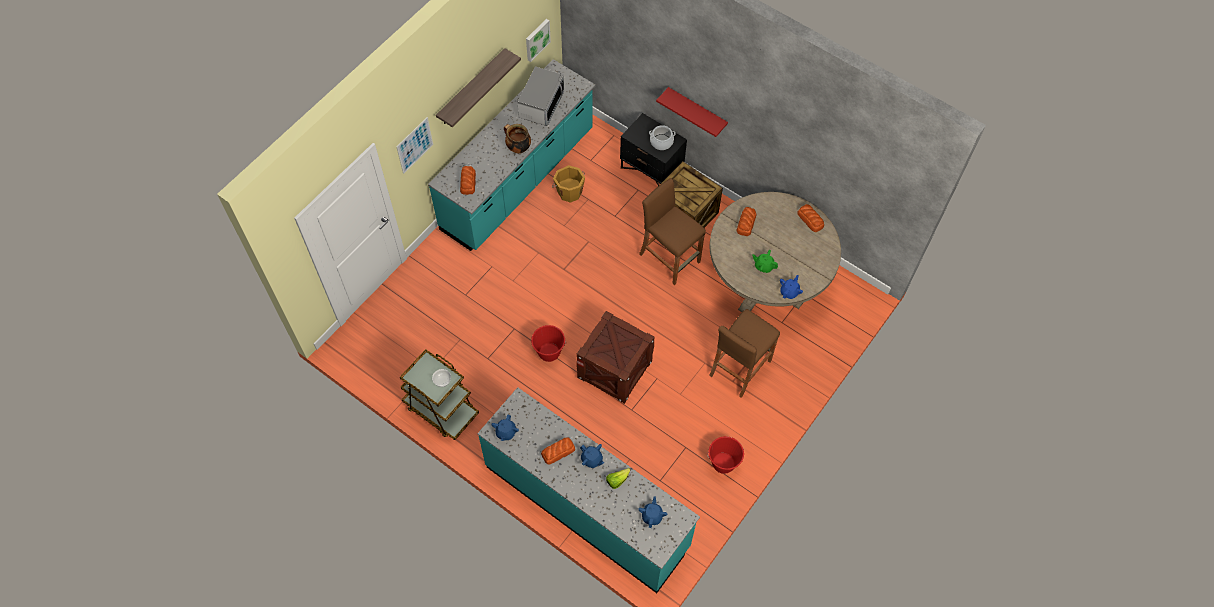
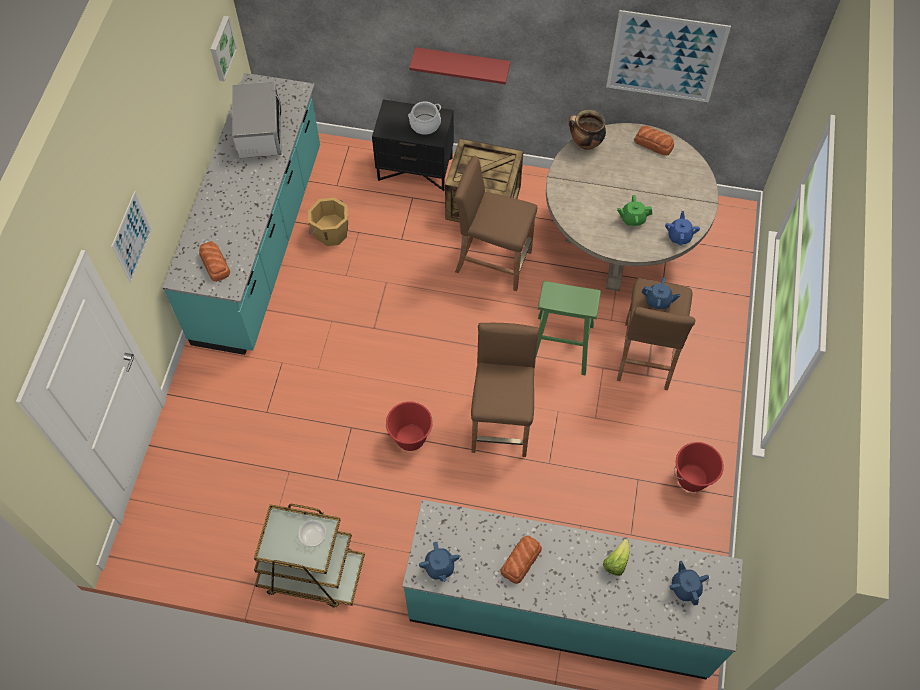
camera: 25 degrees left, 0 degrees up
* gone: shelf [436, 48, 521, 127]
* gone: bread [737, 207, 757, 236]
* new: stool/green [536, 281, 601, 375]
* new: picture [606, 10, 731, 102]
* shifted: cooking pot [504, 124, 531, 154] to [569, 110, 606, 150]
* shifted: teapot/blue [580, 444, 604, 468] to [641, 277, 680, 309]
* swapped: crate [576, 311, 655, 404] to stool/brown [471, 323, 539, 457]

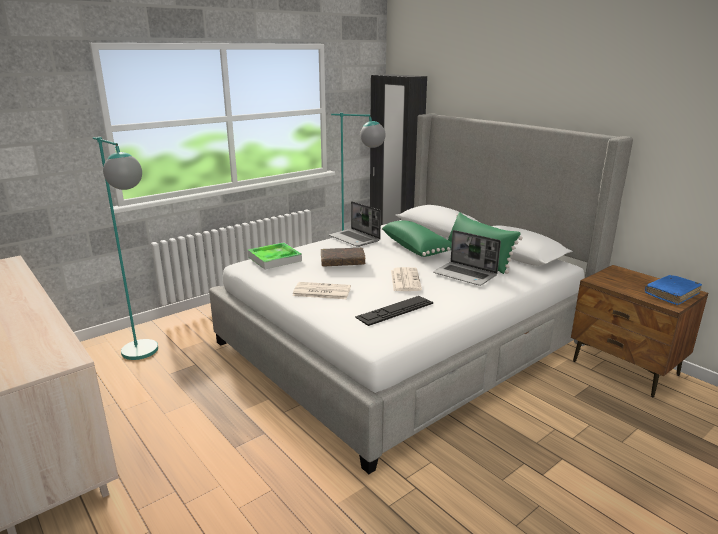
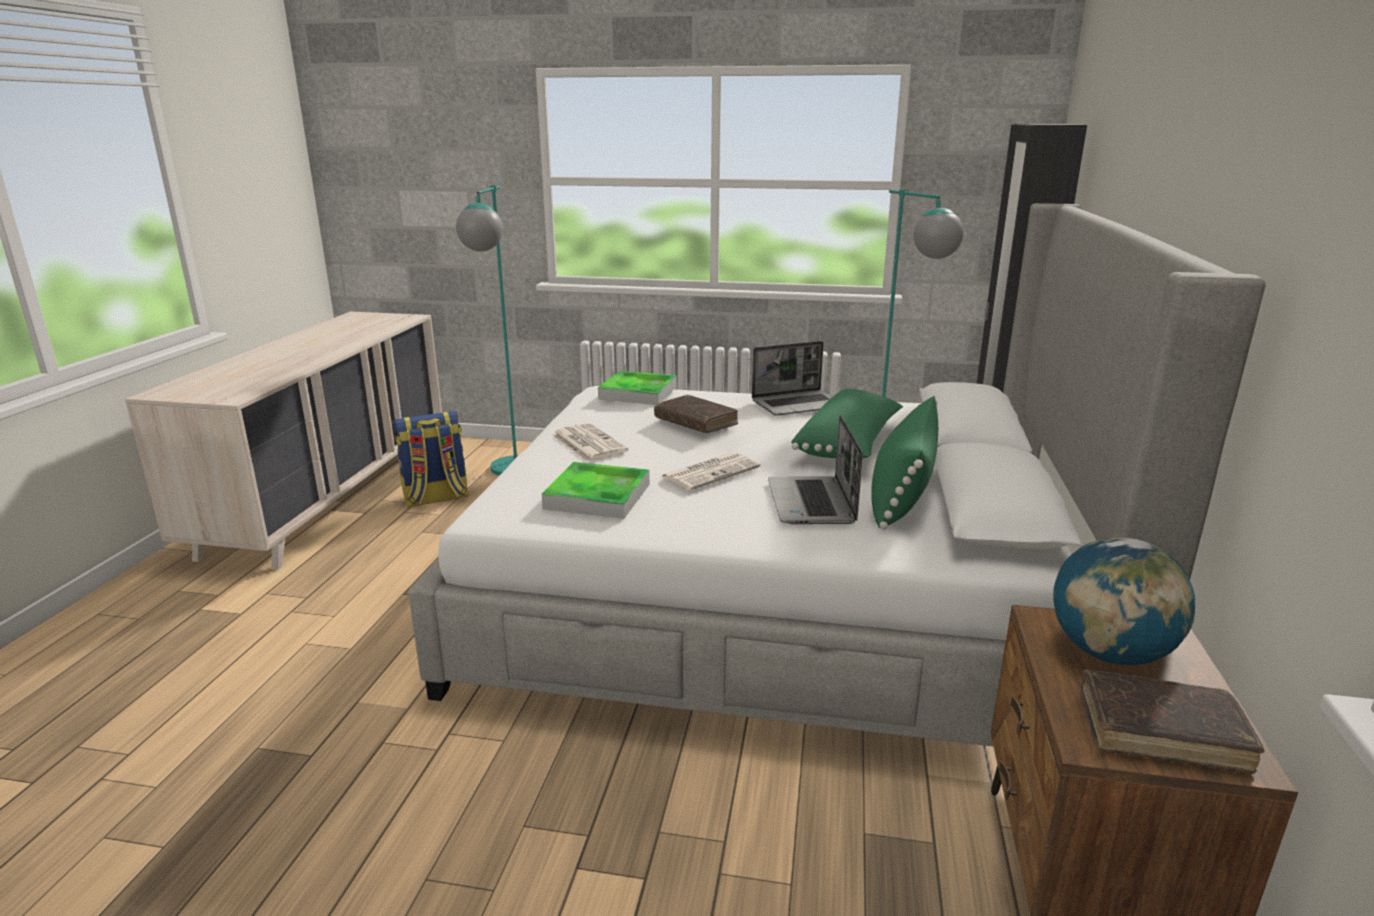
camera: 50 degrees right, 0 degrees up
* new: backpack [393, 411, 469, 507]
* new: globe [1053, 537, 1195, 665]
* swapped: keyboard [355, 296, 433, 326] to tray [542, 462, 650, 519]
* repainted: book/blue [645, 275, 702, 305] to book/brown [1080, 670, 1265, 774]
* rotated: laptop [329, 201, 381, 247] = [752, 341, 833, 416] 120 degrees counterclockwise

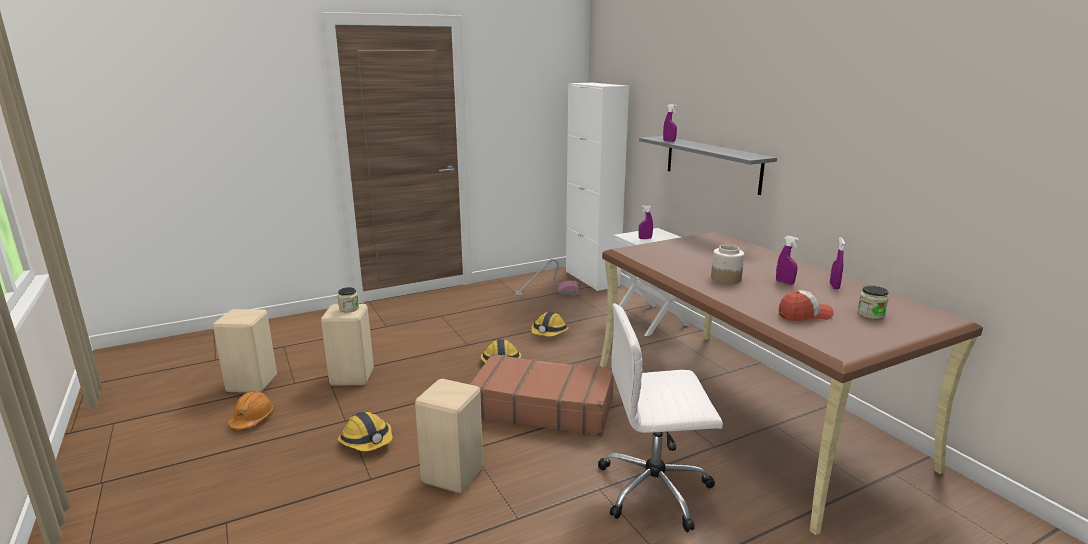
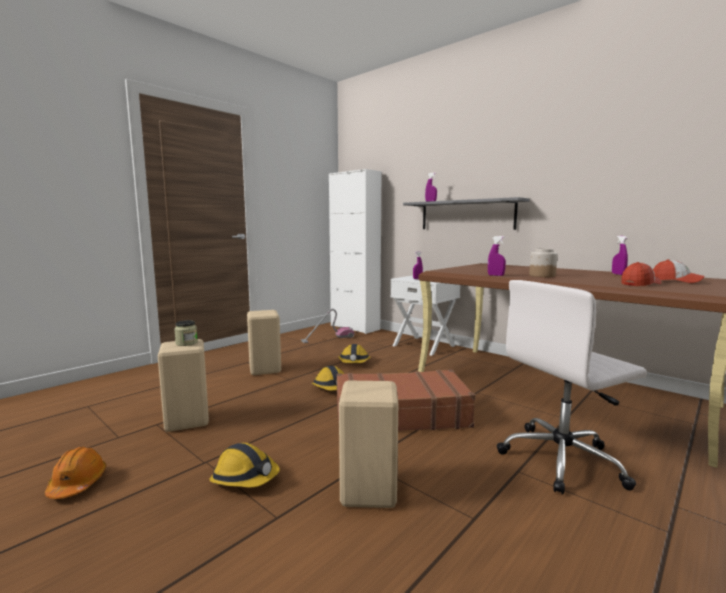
camera: 20 degrees left, 10 degrees down
* shifted: stool/beige [213, 309, 277, 393] to [247, 310, 281, 375]
* shifted: spray bottle/purple [776, 236, 799, 285] to [488, 236, 506, 276]
* swapped: jar [857, 286, 889, 319] to cap [653, 259, 705, 283]

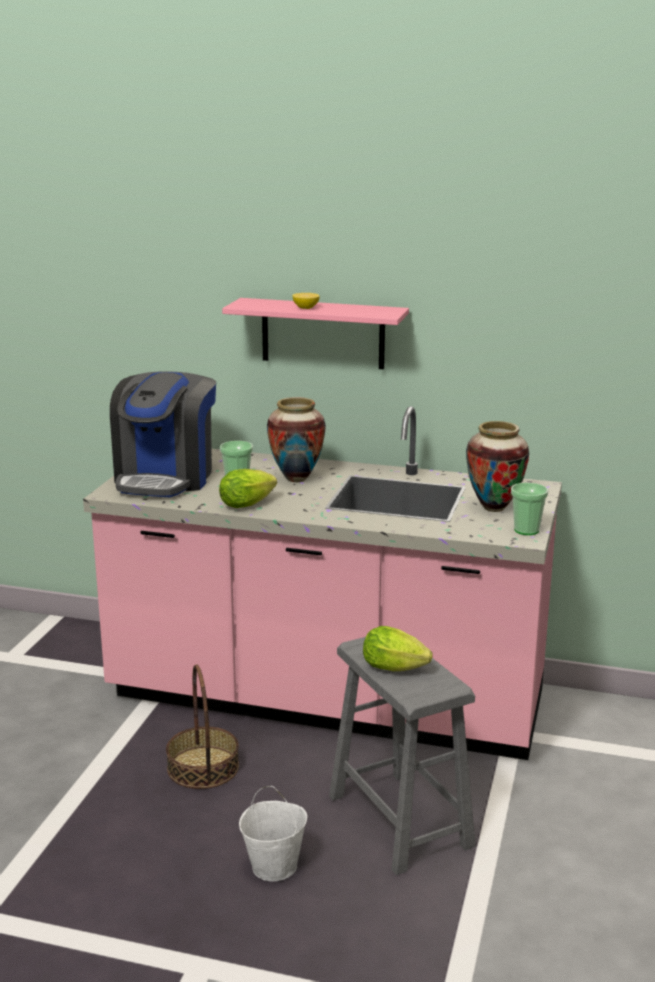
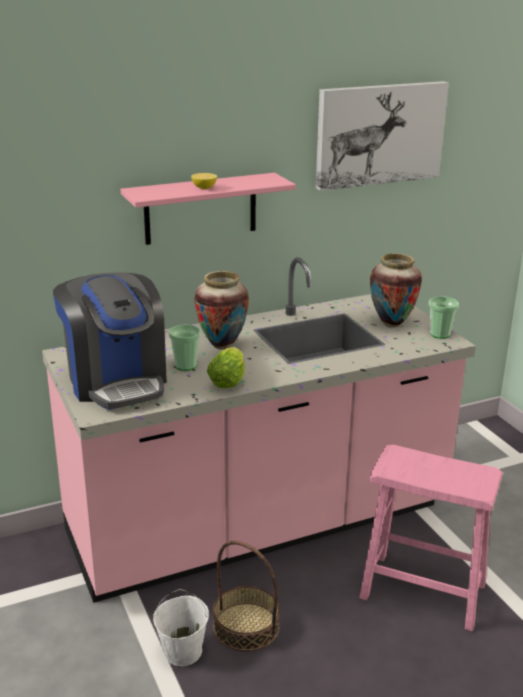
camera: 40 degrees left, 5 degrees up
* gone: lettuce [363, 626, 433, 671]
* new: picture [316, 81, 449, 191]
* shifted: bucket/white [239, 786, 308, 881] to [153, 589, 209, 666]
* repainted: stool/grey [329, 637, 476, 875] to stool/pink [359, 444, 503, 631]

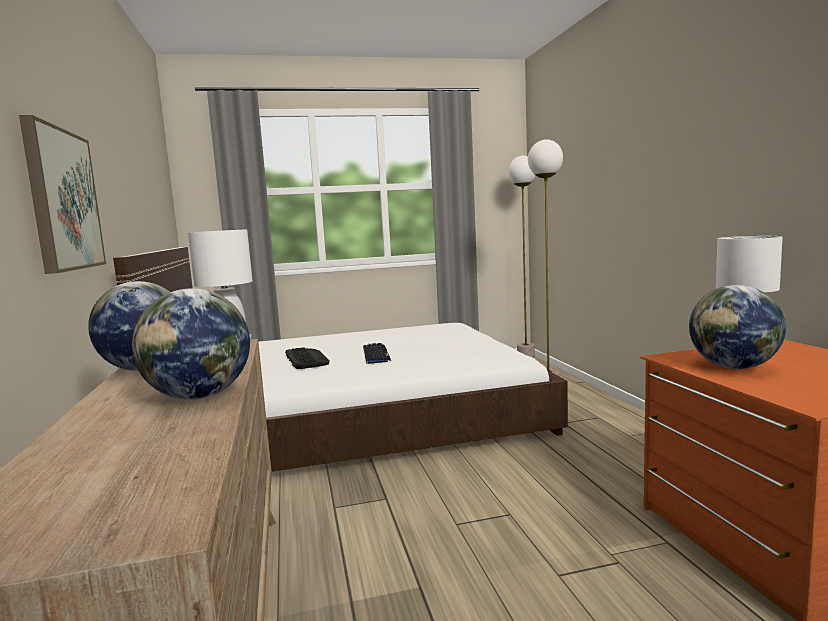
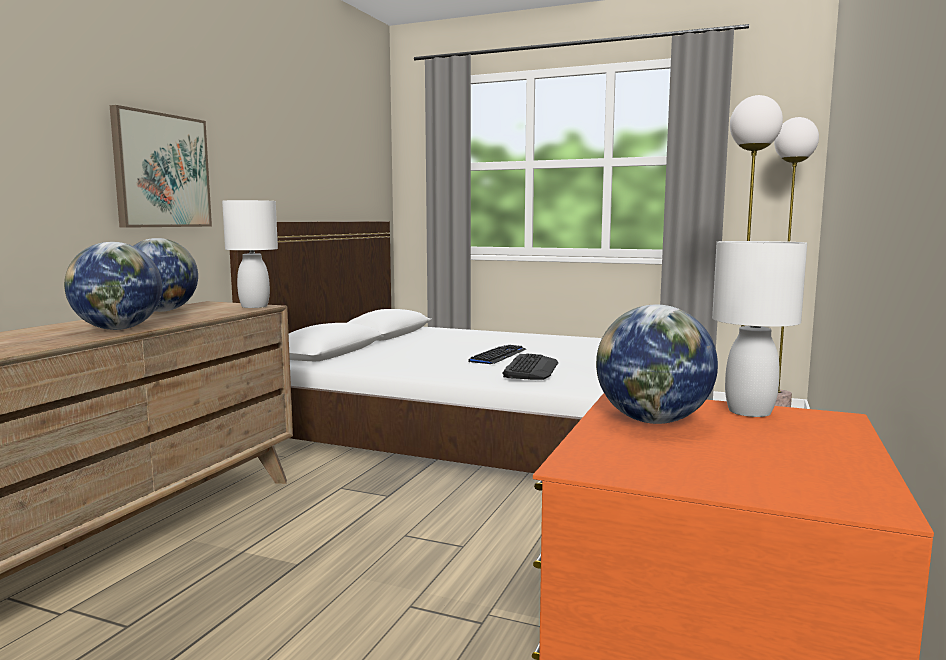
camera: 35 degrees right, 0 degrees up
* shifted: keyboard [285, 348, 330, 369] to [503, 353, 558, 380]

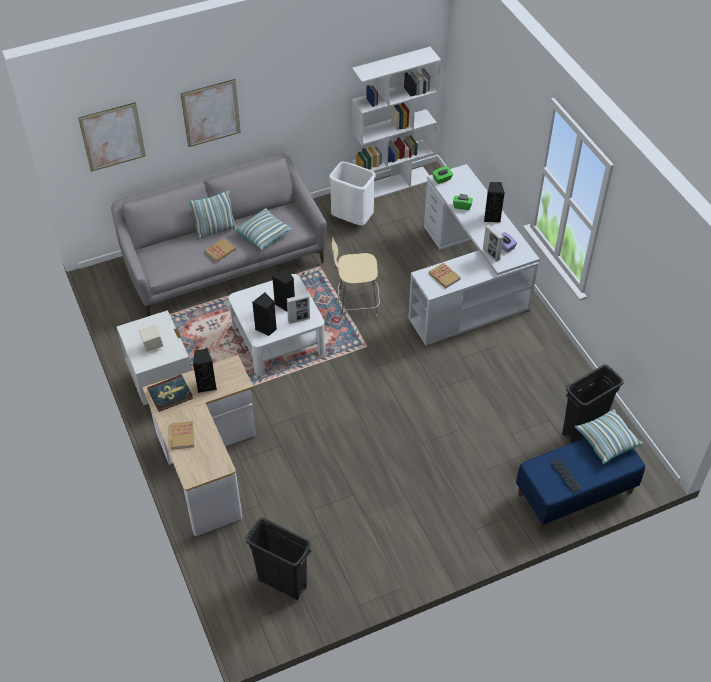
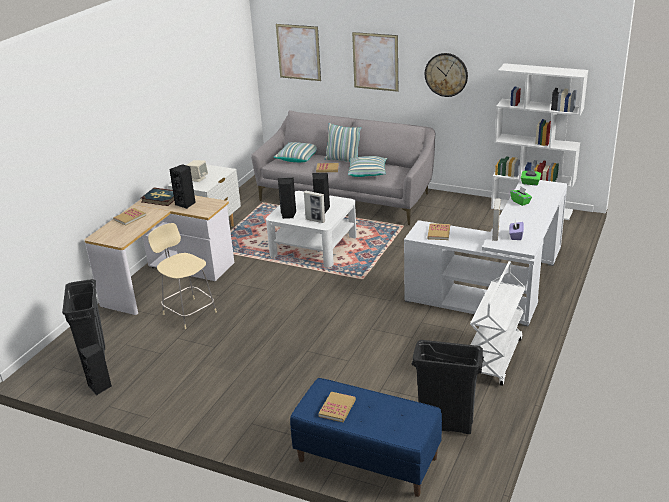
camera: 50 degrees right, 20 degrees down
* gone: trash can/white [329, 162, 376, 225]
* new: wall clock [425, 53, 468, 97]
* new: cart/white [470, 261, 526, 386]
* shifted: chair/beige [332, 238, 380, 318] to [148, 223, 217, 329]
* shifted: speaker/black [484, 182, 505, 222] to [79, 343, 112, 396]
* shifted: pillow [575, 409, 643, 464] to [274, 142, 317, 162]
* swapped: keyboard [551, 458, 582, 493] to book [318, 392, 356, 422]

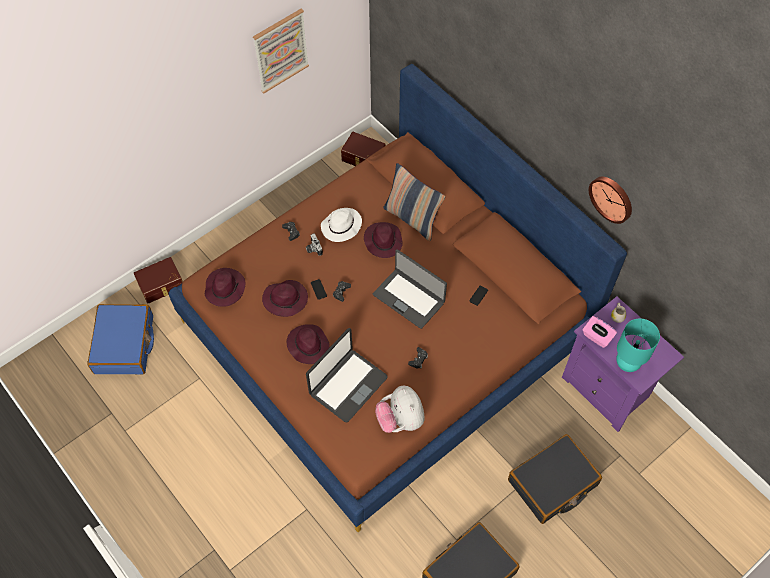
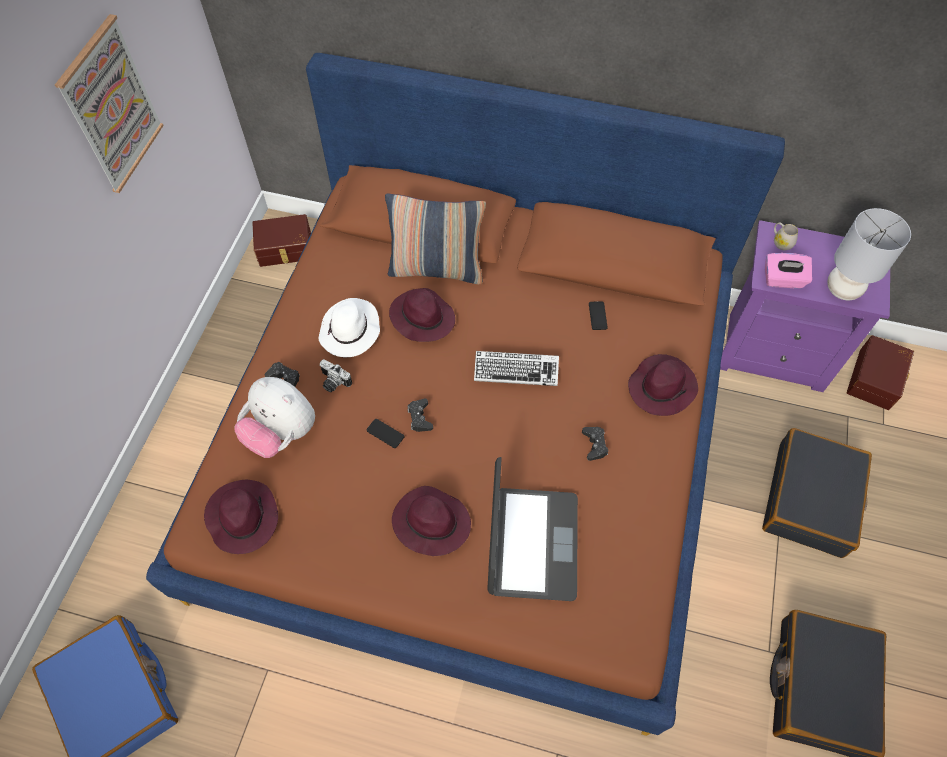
camera: 35 degrees left, 0 degrees up
* gone: wall clock [589, 177, 632, 224]
* shifted: storage box/brown [134, 257, 183, 304] to [847, 335, 914, 410]
* shifted: hat/purple [262, 280, 308, 317] to [628, 354, 698, 416]
* shifted: plush toy [375, 386, 425, 433] to [234, 377, 315, 458]
* swapped: laptop [373, 249, 447, 329] to keyboard [474, 351, 559, 386]
* repainted: table lamp/turquoise [616, 318, 660, 372] to table lamp/grey [827, 208, 911, 300]

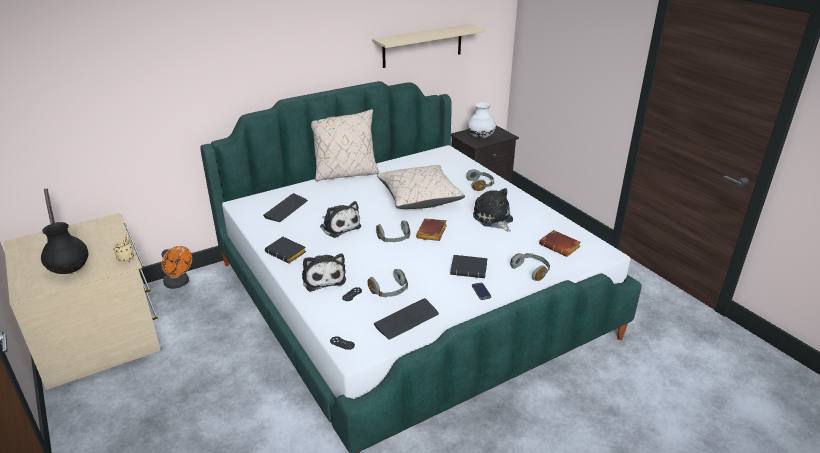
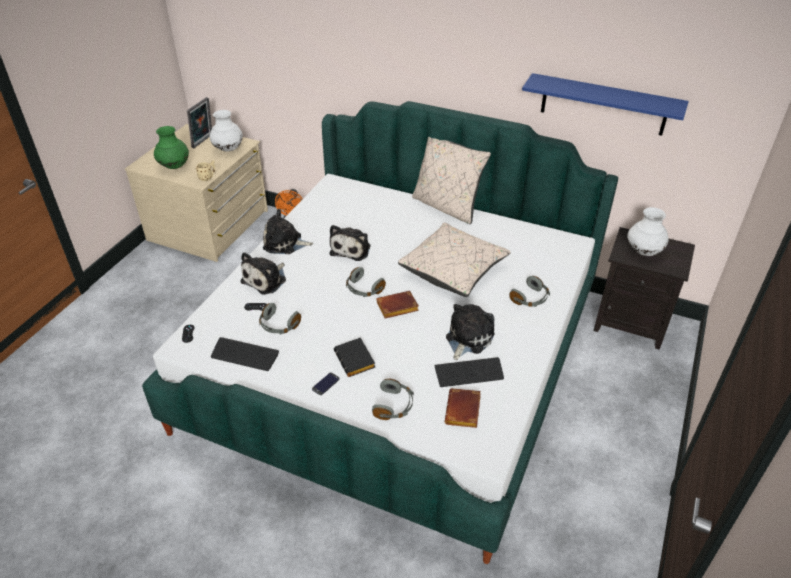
camera: 55 degrees right, 10 degrees up
* new: vase/white [209, 110, 243, 152]
* shifted: keyboard [263, 193, 308, 222] to [434, 357, 504, 387]
* swapped: book/black [265, 237, 306, 264] to plush toy [263, 209, 313, 254]
* repainted: vase/black [41, 222, 88, 274] to vase/green [154, 126, 189, 169]
* repainted: shelf/beige [372, 24, 486, 68] to shelf/blue [522, 73, 689, 136]

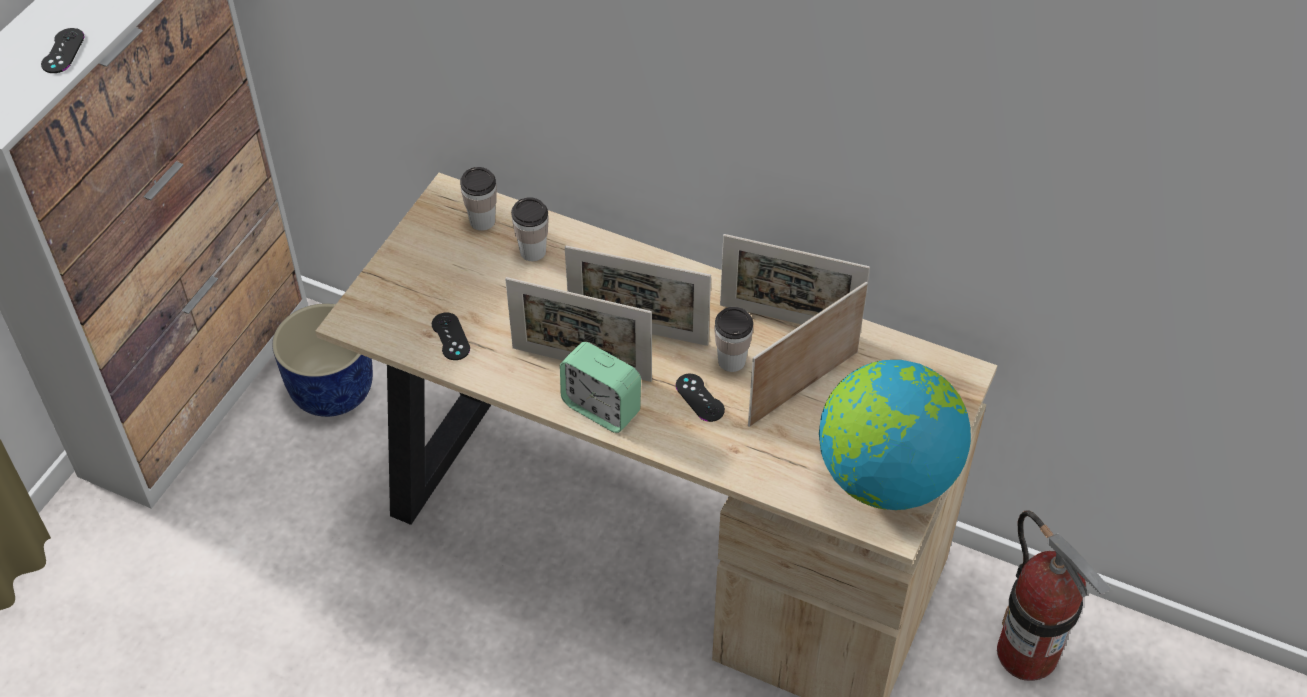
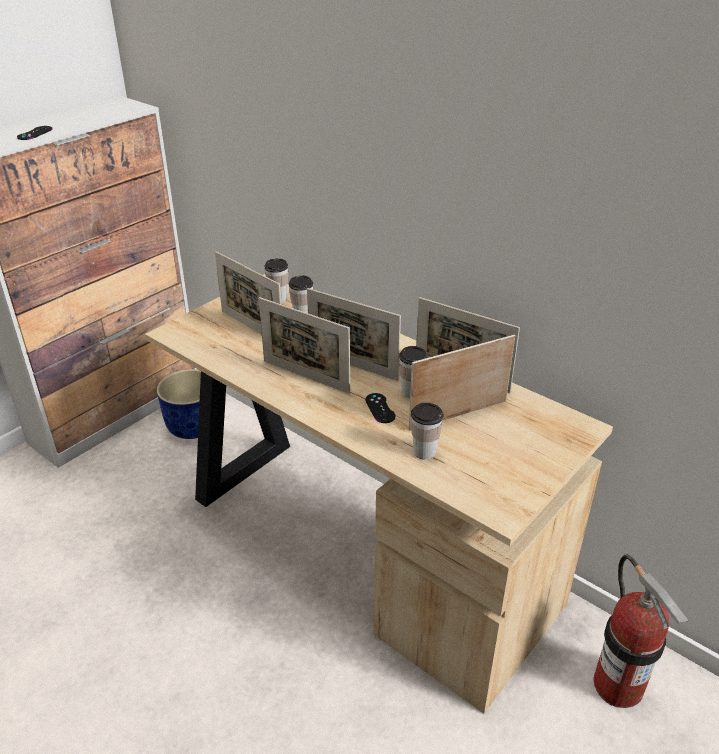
camera: 15 degrees right, 15 degrees down
* gone: game controller/black [432, 313, 470, 360]
* gone: alarm clock [560, 342, 641, 433]
* gone: globe [819, 360, 971, 510]
* new: picture frame [215, 251, 281, 335]
* new: cup [411, 403, 444, 460]

